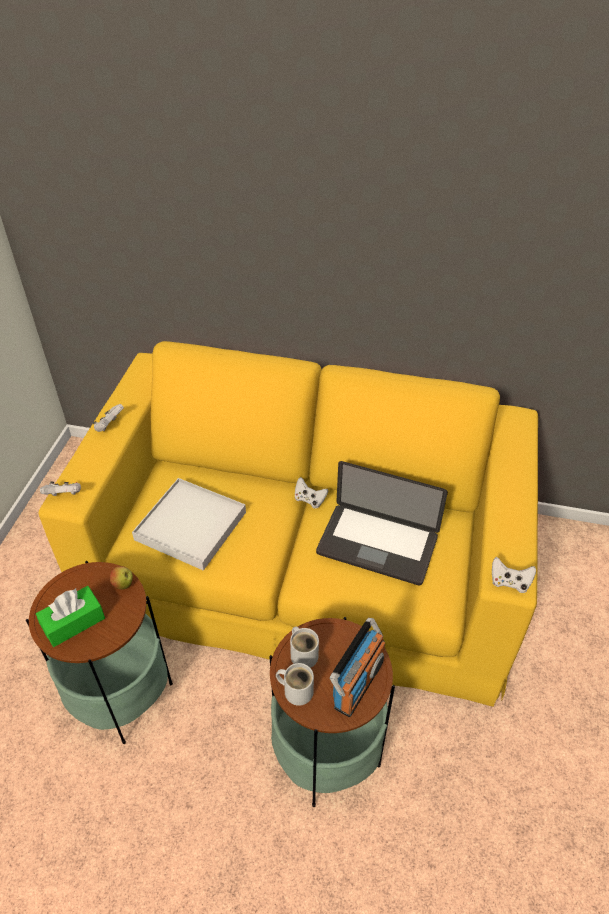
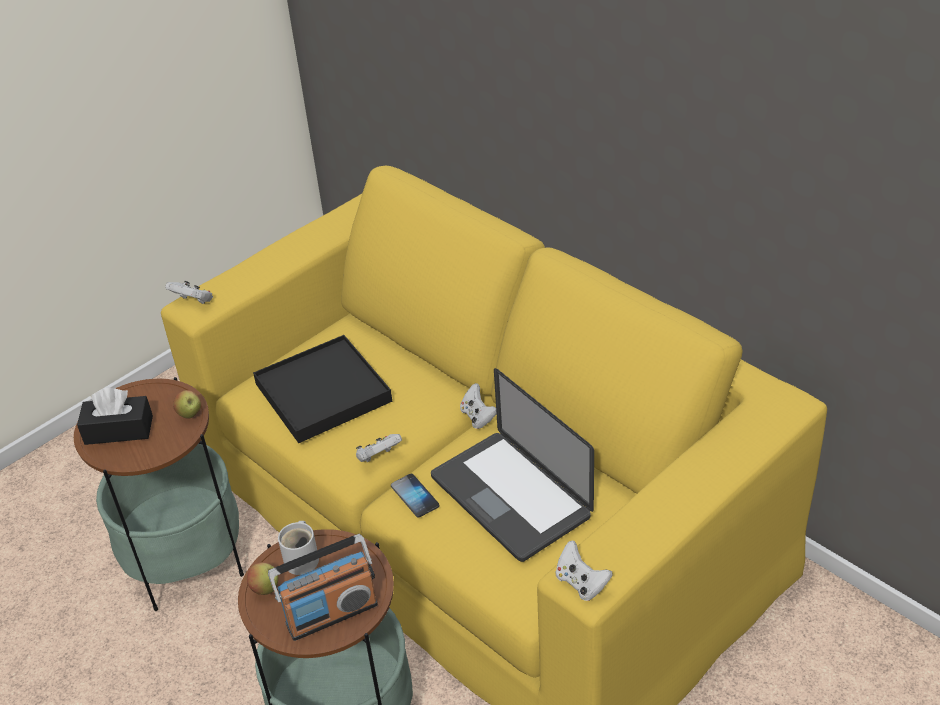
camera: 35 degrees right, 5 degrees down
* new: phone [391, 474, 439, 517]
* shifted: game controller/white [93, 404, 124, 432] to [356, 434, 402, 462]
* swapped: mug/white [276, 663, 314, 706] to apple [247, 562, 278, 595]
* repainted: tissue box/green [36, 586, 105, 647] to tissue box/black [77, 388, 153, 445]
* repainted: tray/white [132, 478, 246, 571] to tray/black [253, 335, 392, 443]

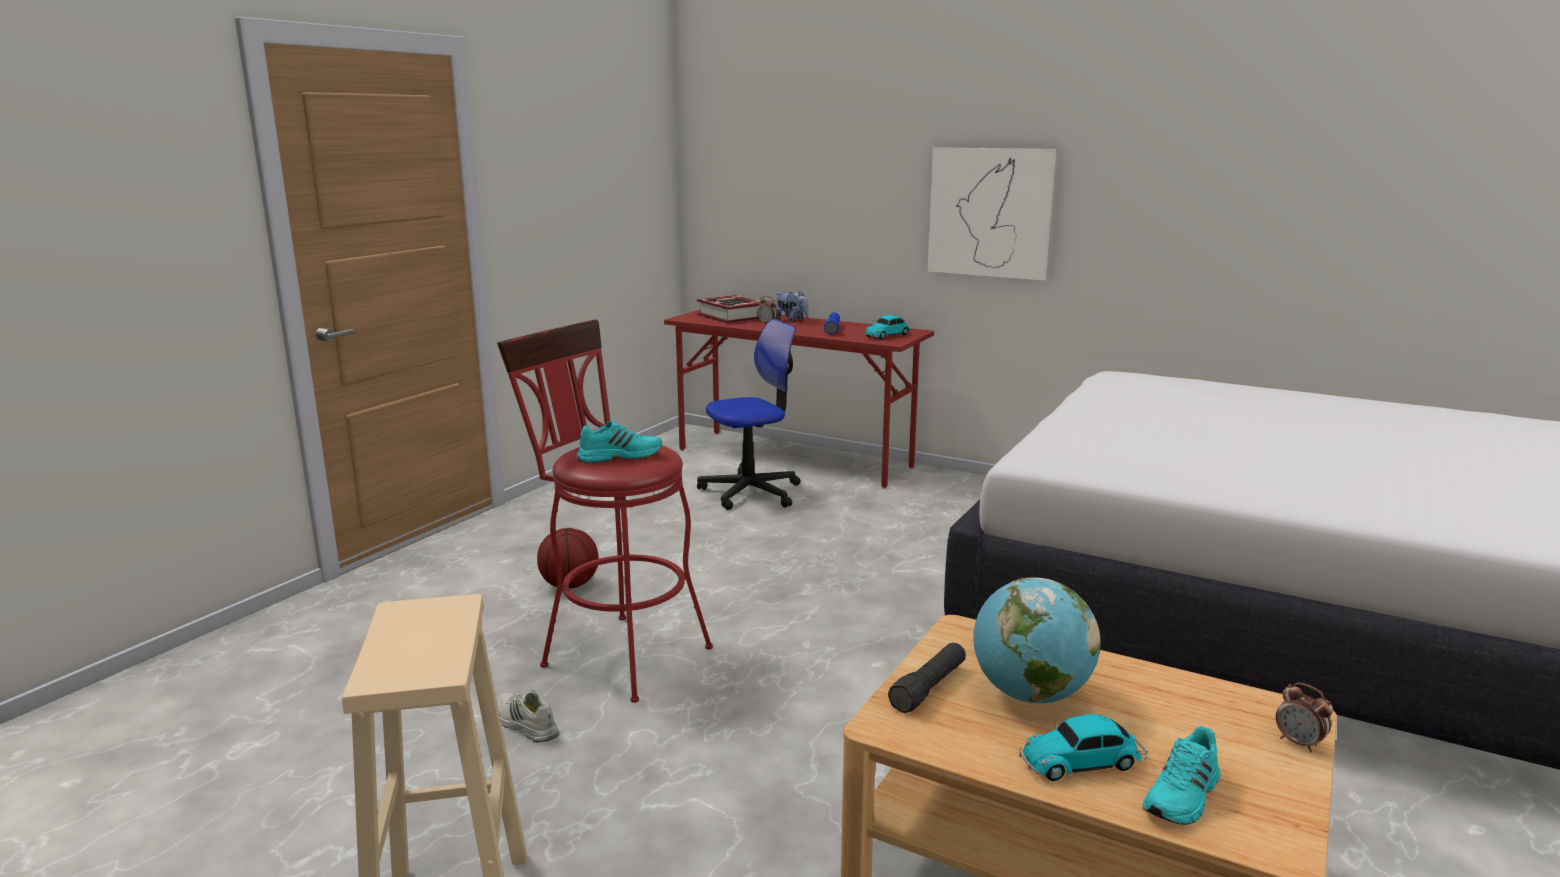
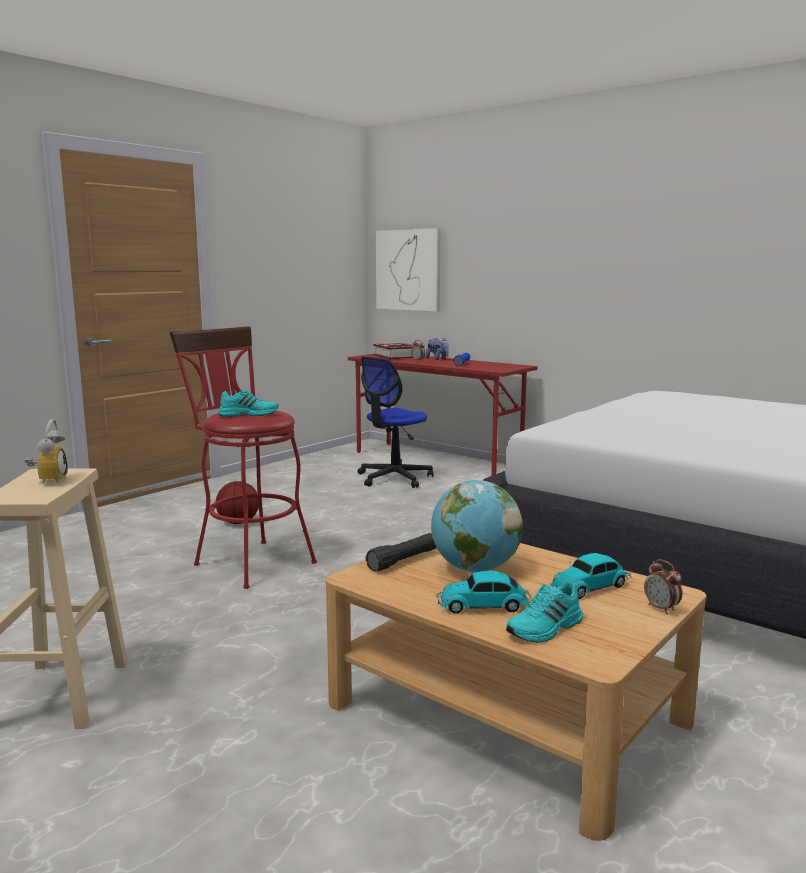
camera: 10 degrees right, 5 degrees down
* gone: shoe/white [497, 690, 559, 742]
* new: alarm clock [24, 419, 68, 484]
* shifted: toy car [864, 315, 912, 340] to [550, 553, 632, 599]
* shifted: picture [927, 147, 1058, 281] to [376, 228, 441, 312]
* rotated: office chair [697, 319, 801, 510] = [358, 356, 434, 488] 150 degrees clockwise

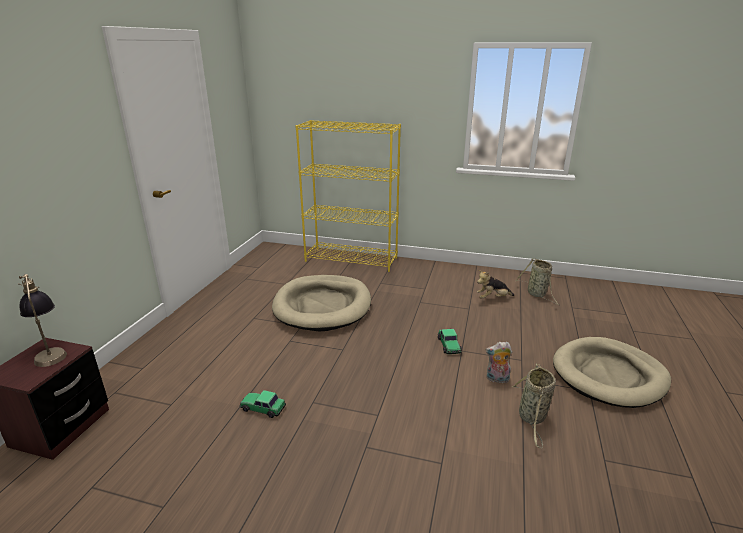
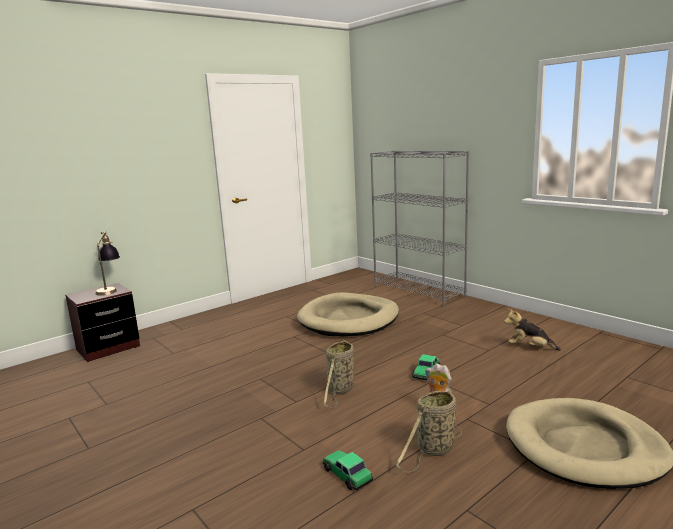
camera: 35 degrees right, 10 degrees down
* shifted: toy car [240, 390, 286, 418] to [323, 450, 373, 490]
* shifted: basket [516, 258, 559, 305] to [324, 339, 354, 408]
* repainted: bookcase/yellow [295, 120, 401, 272] to bookcase/grey [370, 150, 469, 306]

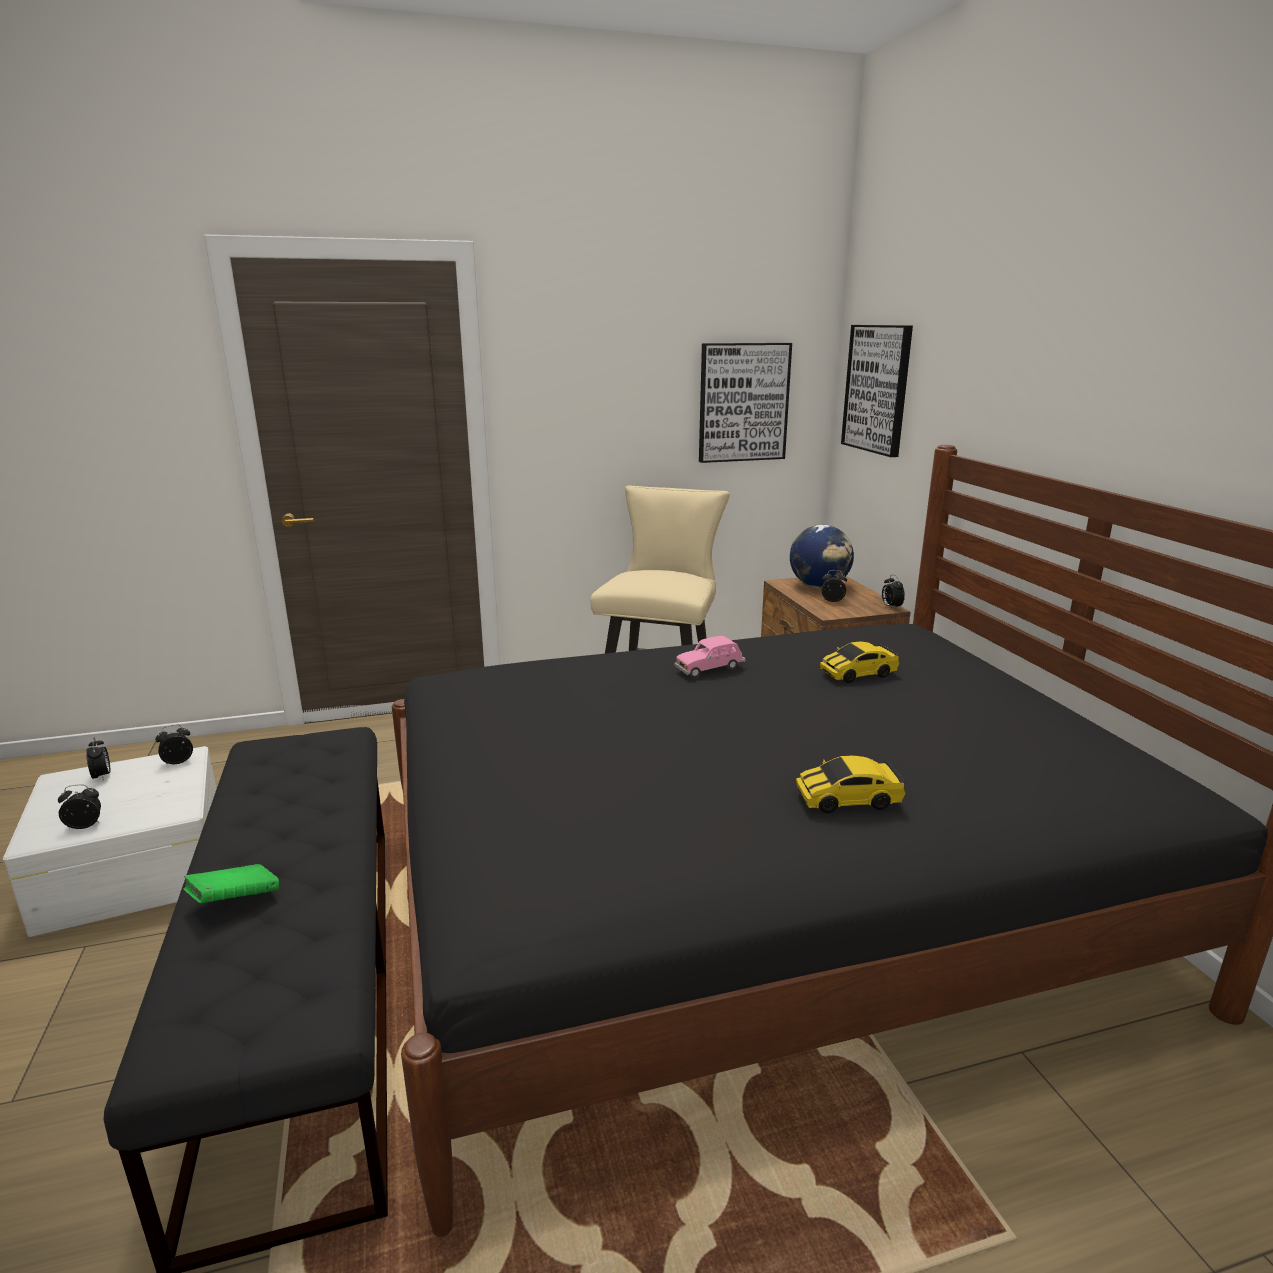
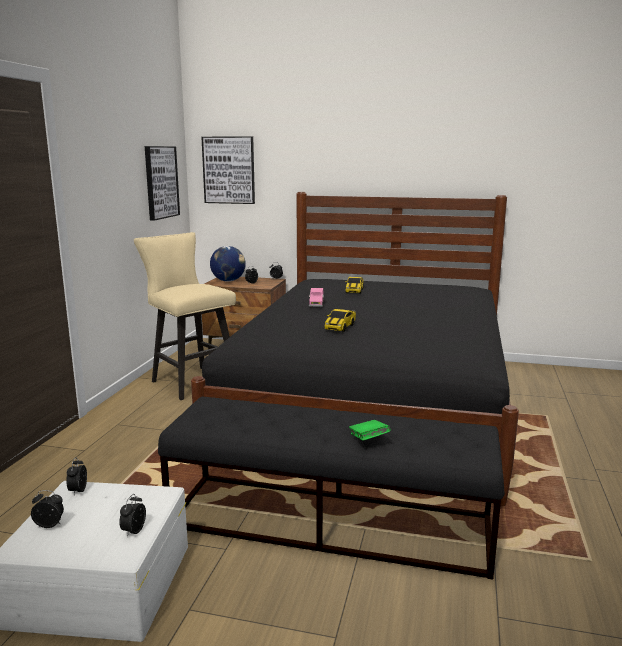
camera: 60 degrees left, 5 degrees down
* shifted: toy car [796, 756, 906, 813] to [324, 309, 356, 332]

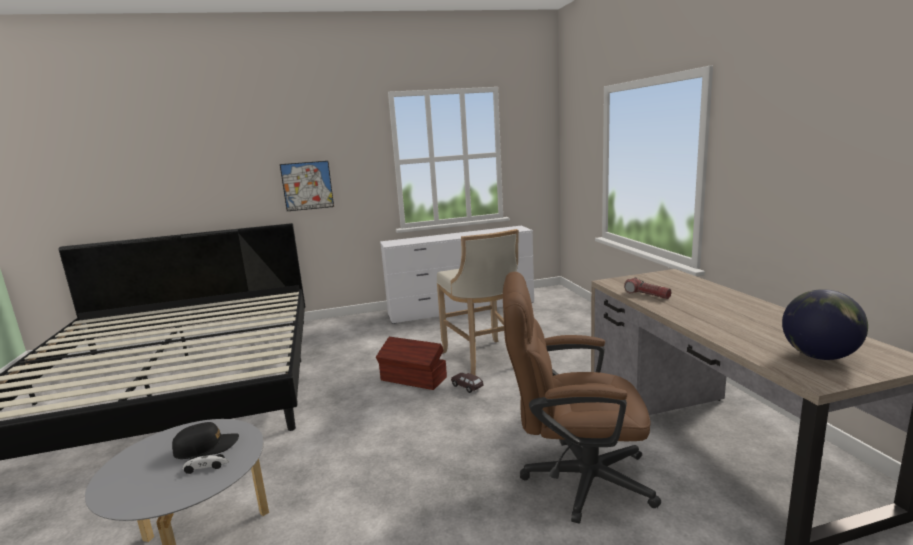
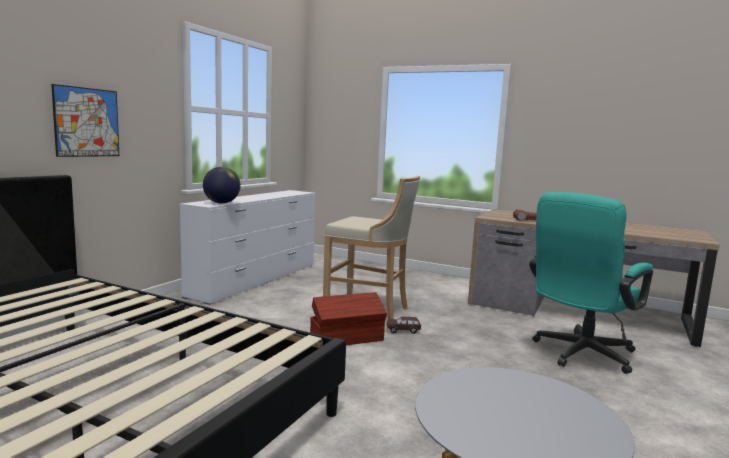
camera: 50 degrees left, 5 degrees down
* gone: cap/black [172, 422, 239, 459]
* gone: toy car [183, 454, 229, 474]
* shifted: globe [782, 289, 868, 360] to [203, 167, 241, 204]
* repainted: office chair/brown [503, 272, 661, 524] to office chair/turquoise [529, 192, 653, 374]

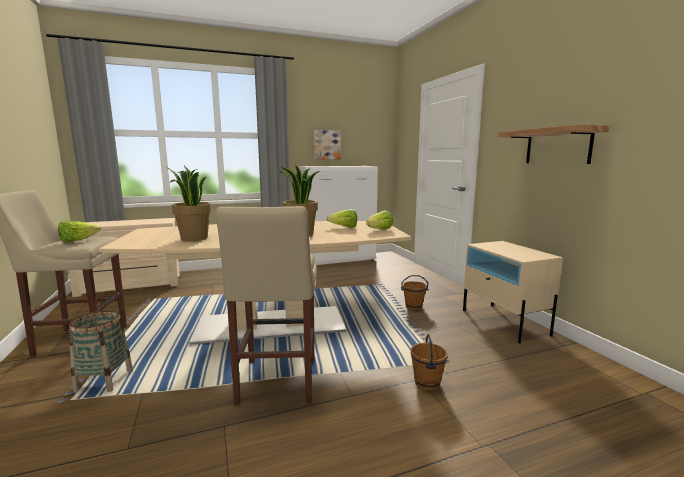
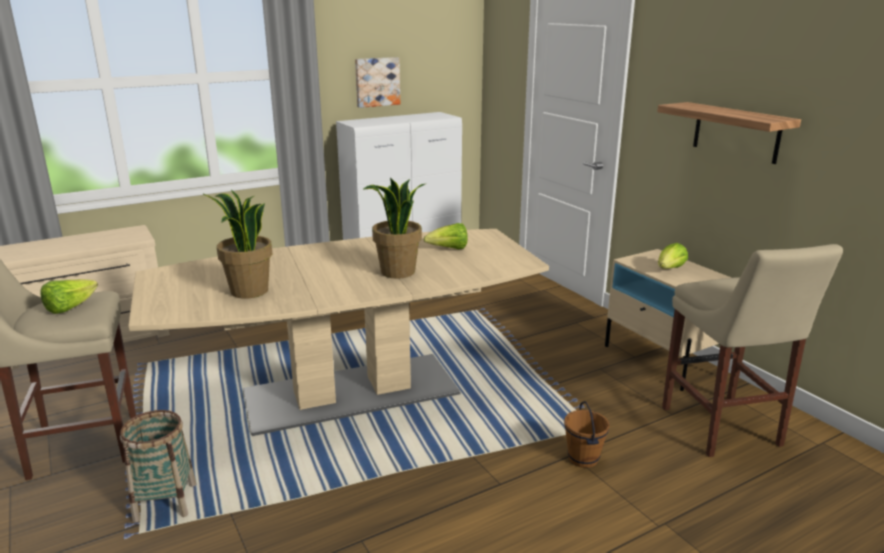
camera: 10 degrees left, 10 degrees up
* gone: bucket/brown [401, 275, 429, 310]
* shifted: stool/beige [216, 206, 317, 406] to [662, 244, 843, 457]
* shifted: lettuce [366, 211, 393, 230] to [658, 243, 688, 269]

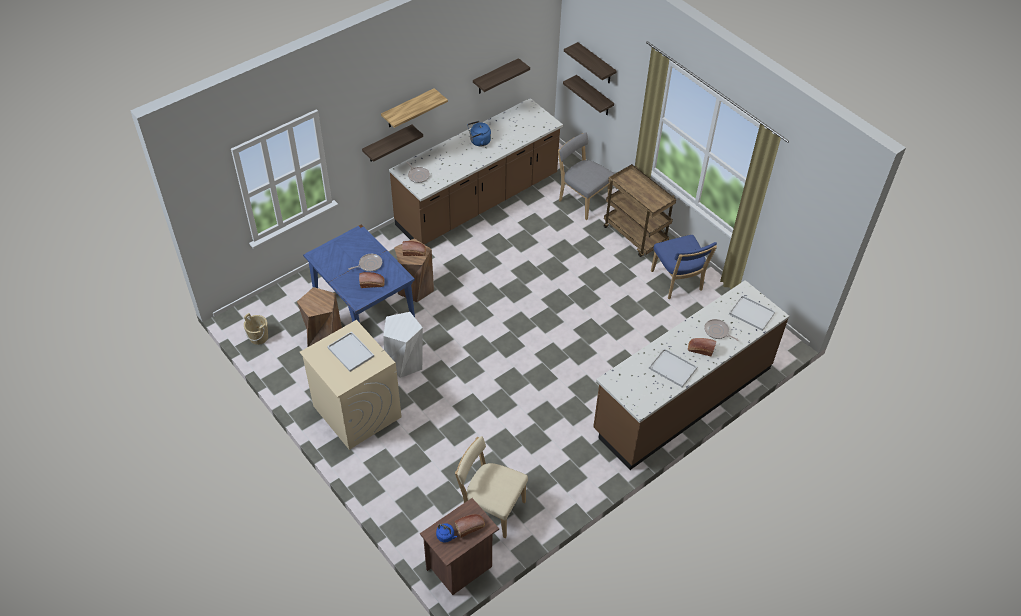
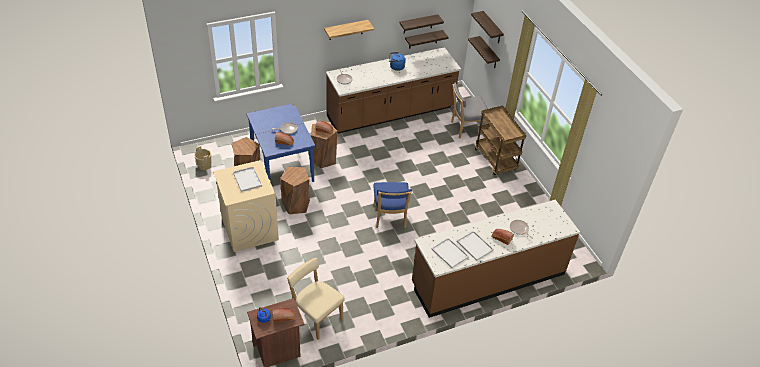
camera: 15 degrees right, 5 degrees down
* shifted: shelf [362, 124, 423, 162] to [405, 30, 449, 49]
* shifted: chair/blue [651, 235, 717, 299] to [373, 182, 412, 228]
* shifted: tray/white [729, 295, 775, 331] to [431, 238, 469, 268]
* repainted: stool/white [383, 312, 423, 378] to stool/brown [280, 167, 310, 214]
* rotated: chair/grey [558, 132, 614, 220] = [451, 83, 488, 139] 75 degrees counterclockwise

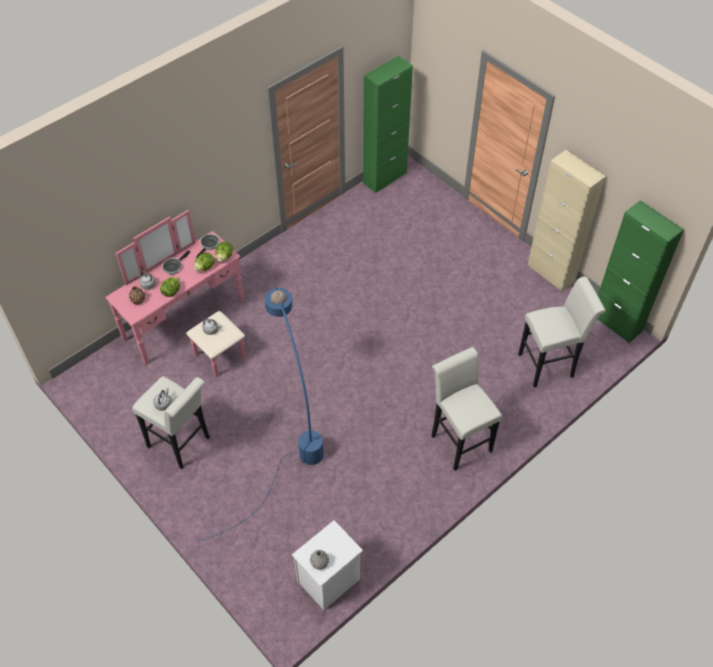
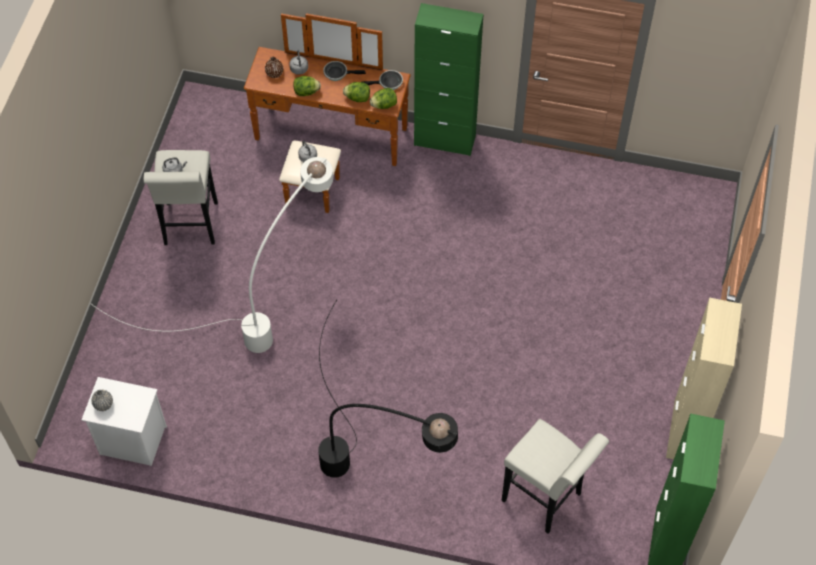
camera: 55 degrees right, 5 degrees up
* shifted: cabinet/green [363, 56, 413, 193] to [414, 3, 484, 156]
* swapped: stool/white [431, 347, 502, 471] to floor lamp/black [318, 300, 458, 478]
* repainted: dresser/pink [105, 210, 246, 378] to dresser/brown [244, 13, 411, 213]
* repainted: floor lamp/blue [198, 287, 323, 541] to floor lamp/white [91, 157, 333, 353]

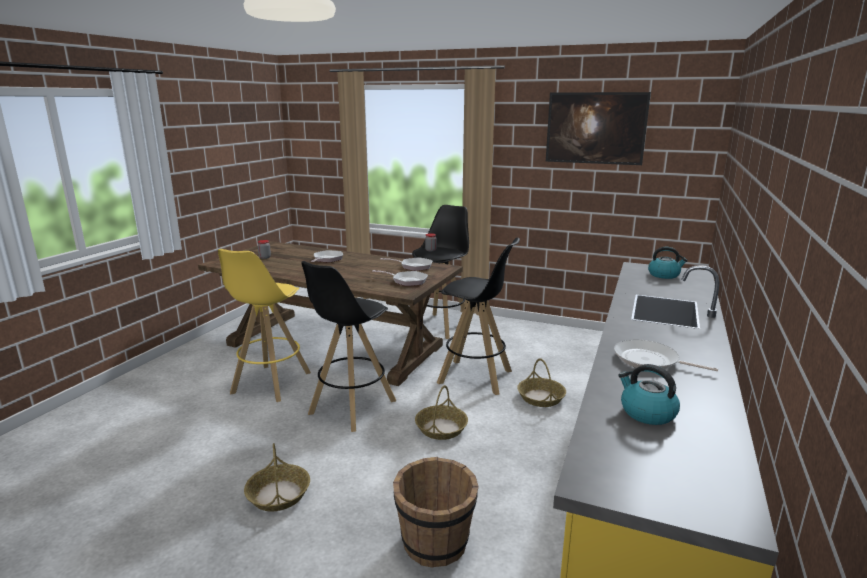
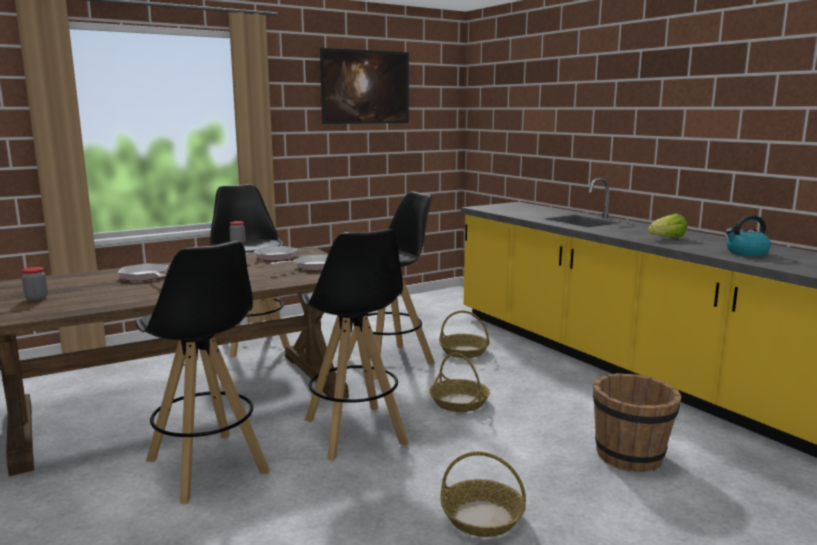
camera: 55 degrees left, 5 degrees down
* gone: kettle [648, 247, 688, 279]
* swapped: frying pan [614, 339, 718, 371] to lettuce [648, 213, 687, 238]
* repainted: stool/yellow [218, 249, 311, 402] to stool/black [135, 241, 270, 504]

